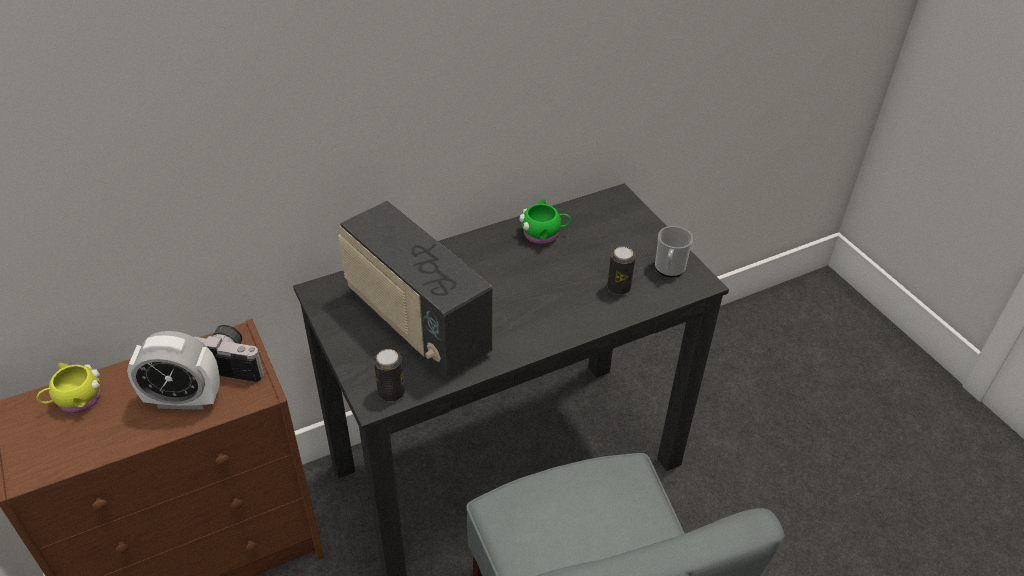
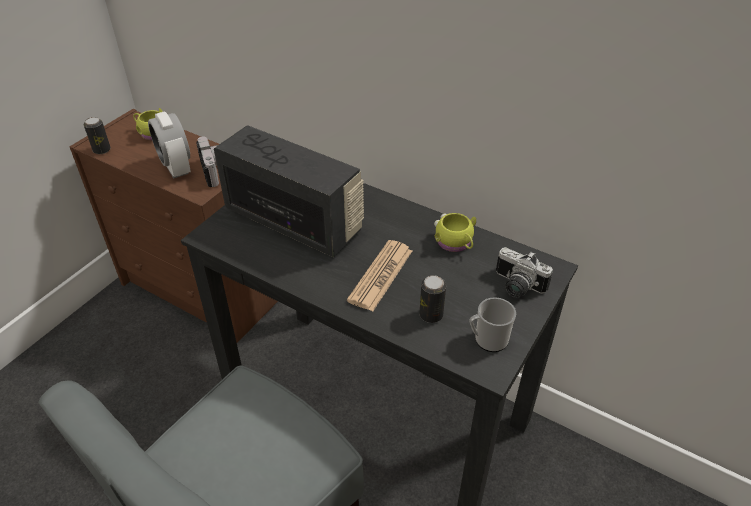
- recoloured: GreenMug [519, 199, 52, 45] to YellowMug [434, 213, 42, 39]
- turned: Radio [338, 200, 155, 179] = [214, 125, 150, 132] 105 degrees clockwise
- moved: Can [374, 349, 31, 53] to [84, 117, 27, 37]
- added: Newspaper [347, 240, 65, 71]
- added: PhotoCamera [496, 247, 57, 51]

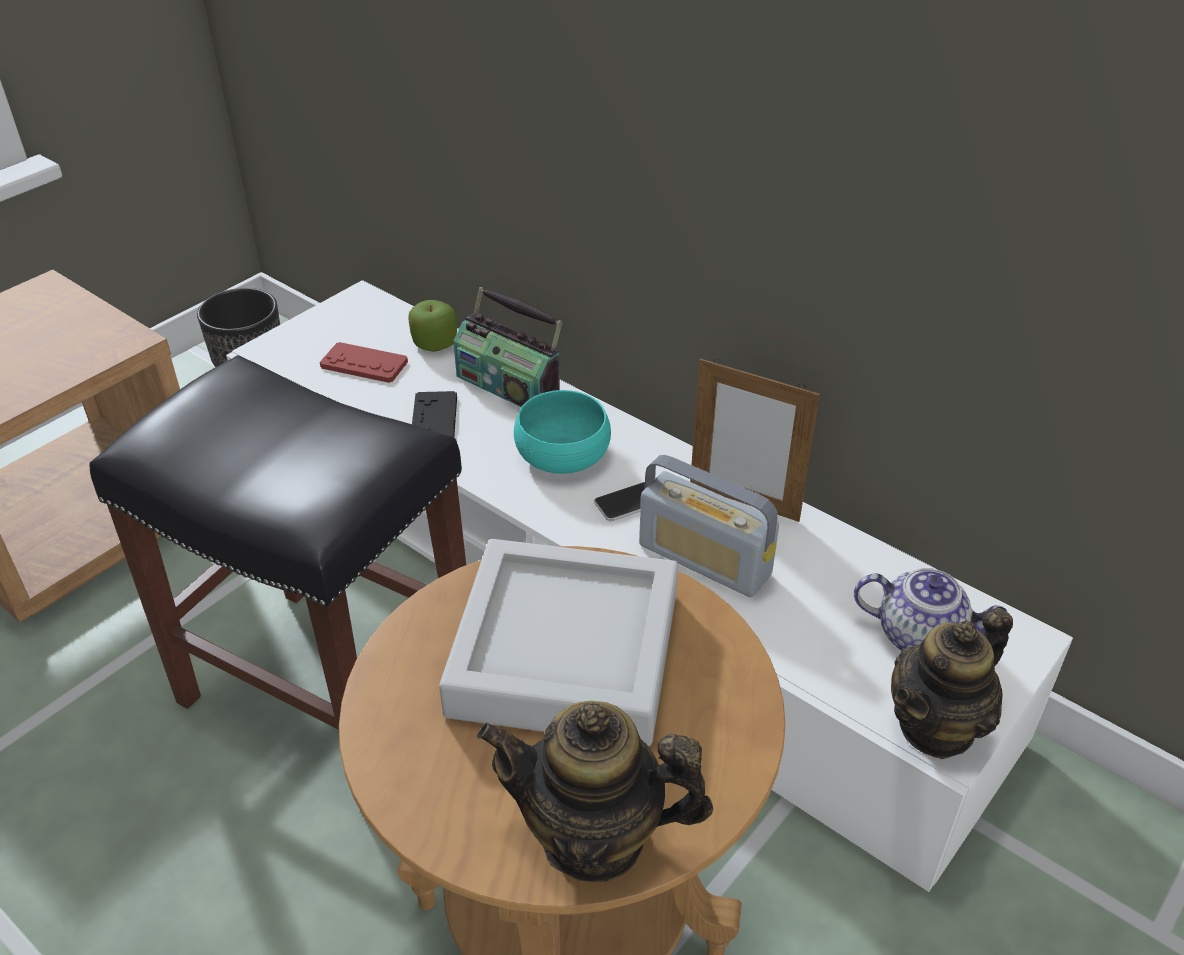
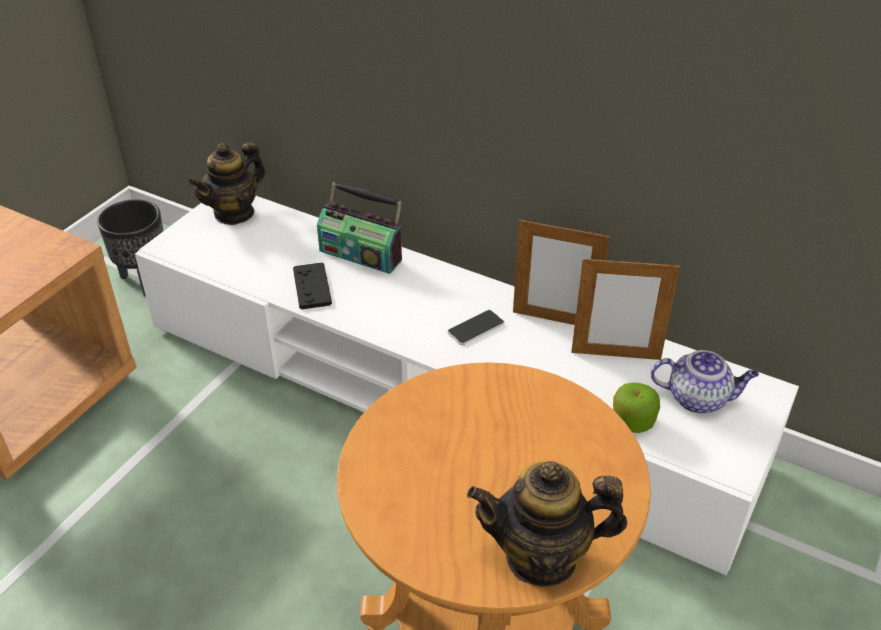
- moved: Apple [408, 300, 49, 52] to [613, 382, 47, 51]
- removed: RedGameController [320, 342, 88, 41]
- removed: BlackStool [89, 355, 377, 377]
- removed: TurquoiseBowl [514, 390, 97, 84]
- removed: Radio [639, 455, 140, 142]
- removed: GreyTray [439, 539, 239, 207]
- moved: Teapot [891, 607, 122, 152] to [188, 142, 77, 83]
- added: PictureFrame [571, 256, 109, 104]

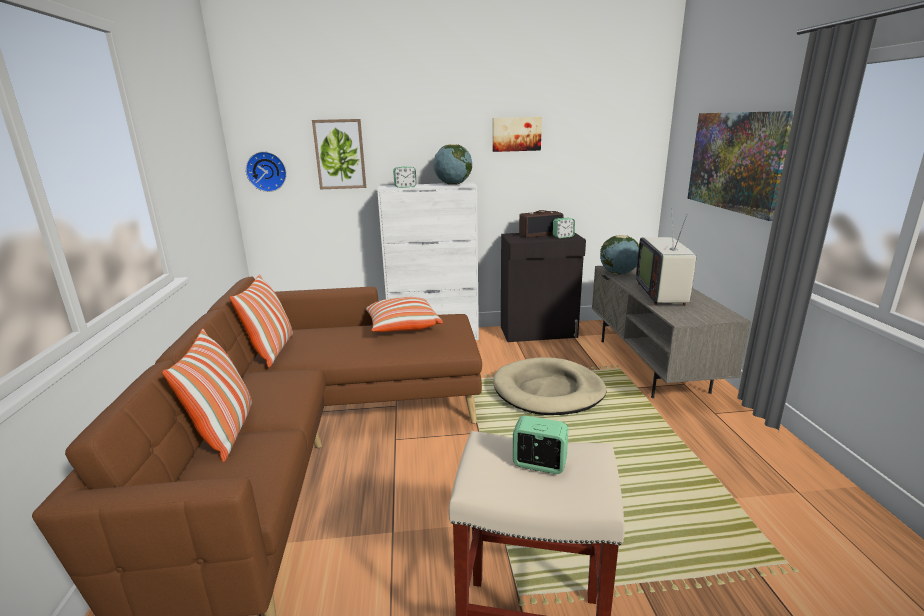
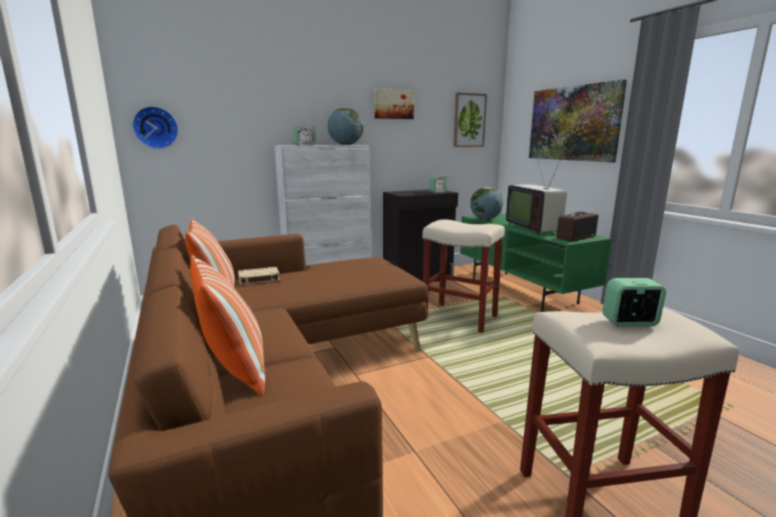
- moved: Picture [312, 119, 54, 70] to [454, 92, 33, 55]
- moved: Radio [519, 210, 44, 28] to [557, 212, 41, 30]
- recoloured: GreyTvStand [592, 266, 159, 132] to GreenTvStand [460, 213, 152, 99]
- removed: Pillow [366, 297, 77, 35]
- replaced: BeigeDogBed [493, 357, 114, 58] to BeigeStool [422, 219, 83, 114]
- added: BeigeBook [238, 267, 42, 18]

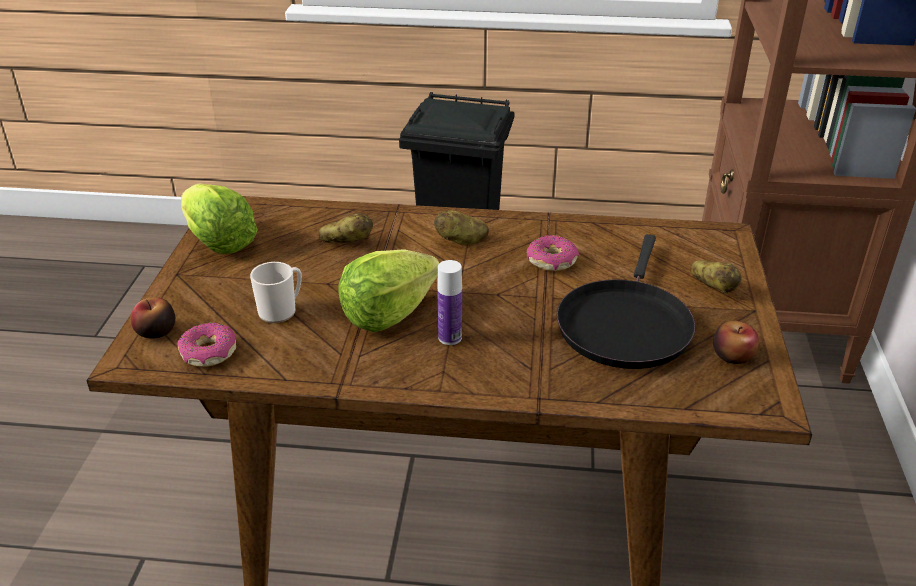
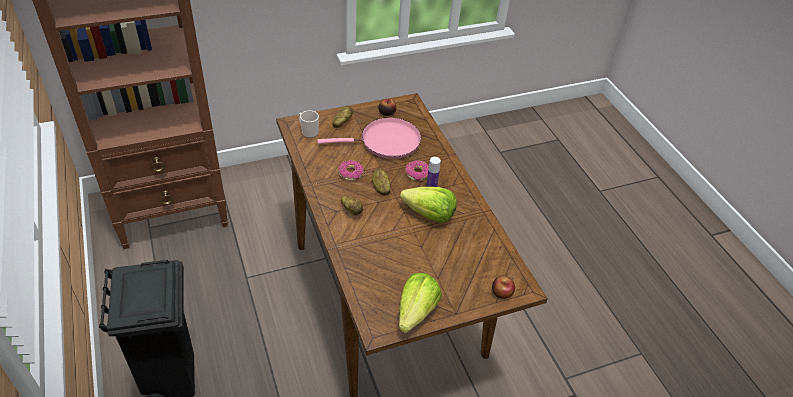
- moved: Potato [319, 213, 54, 30] to [372, 168, 19, 28]
- recoloured: BlackFryingPan [557, 234, 139, 135] to PinkFryingPan [317, 118, 104, 41]
- moved: Mug [250, 262, 52, 61] to [298, 110, 21, 28]
- moved: Donut [177, 323, 59, 44] to [405, 160, 24, 21]

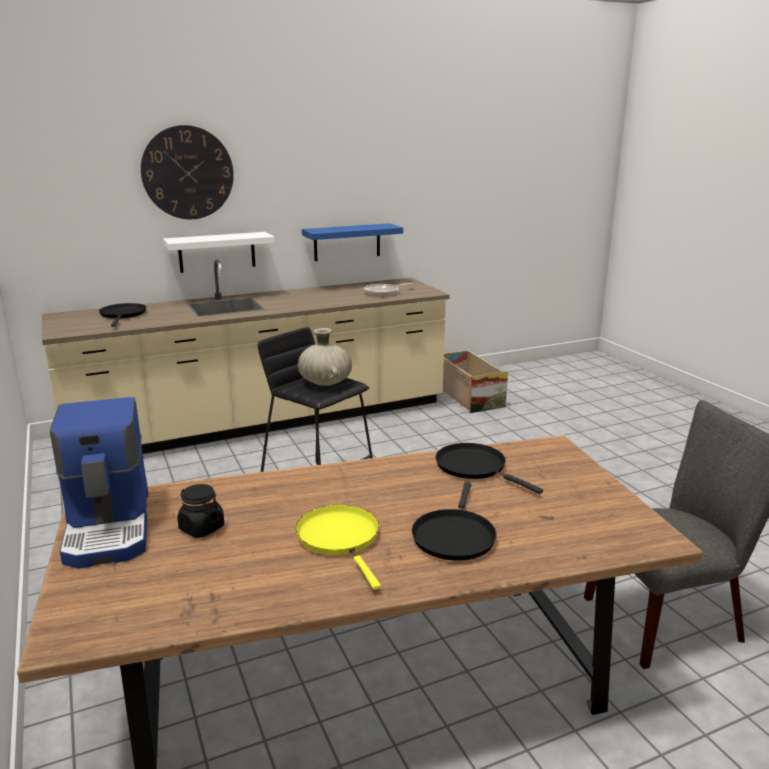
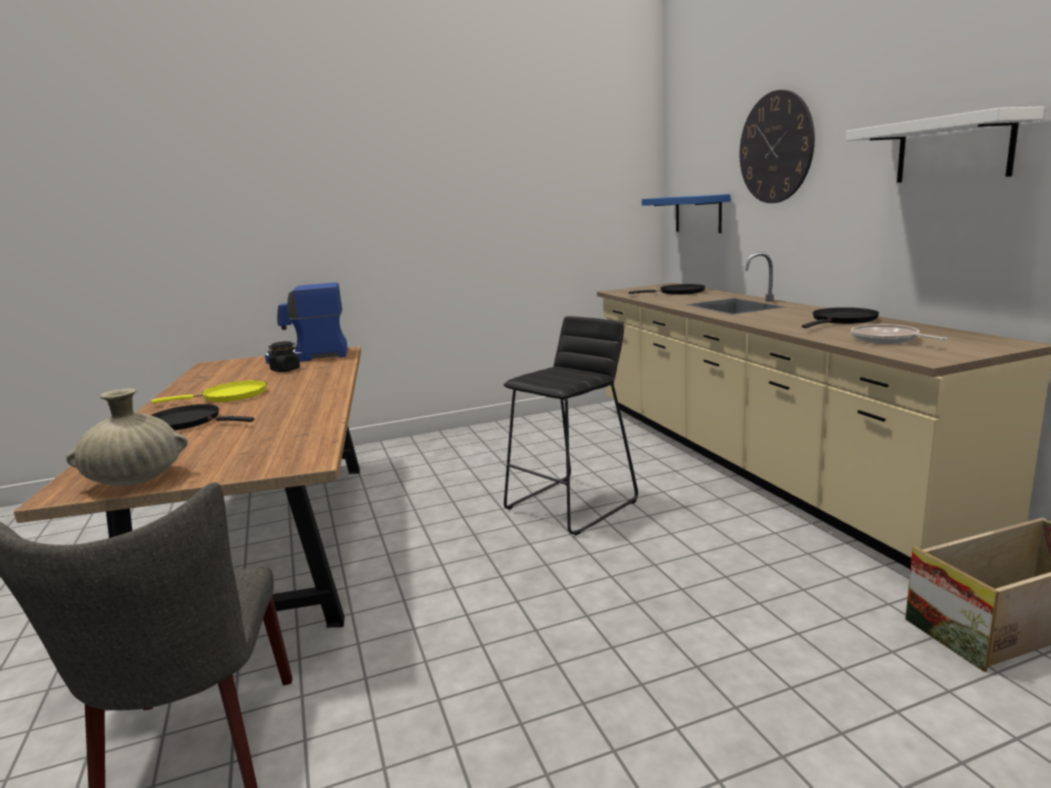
- moved: BlueShelf [302, 223, 101, 38] to [642, 194, 89, 39]
- moved: WhiteShelf [163, 232, 112, 41] to [846, 106, 199, 77]
- moved: BeigeVase [298, 328, 54, 58] to [66, 389, 122, 97]
- moved: BlackFryingPan [436, 443, 107, 51] to [802, 307, 77, 21]

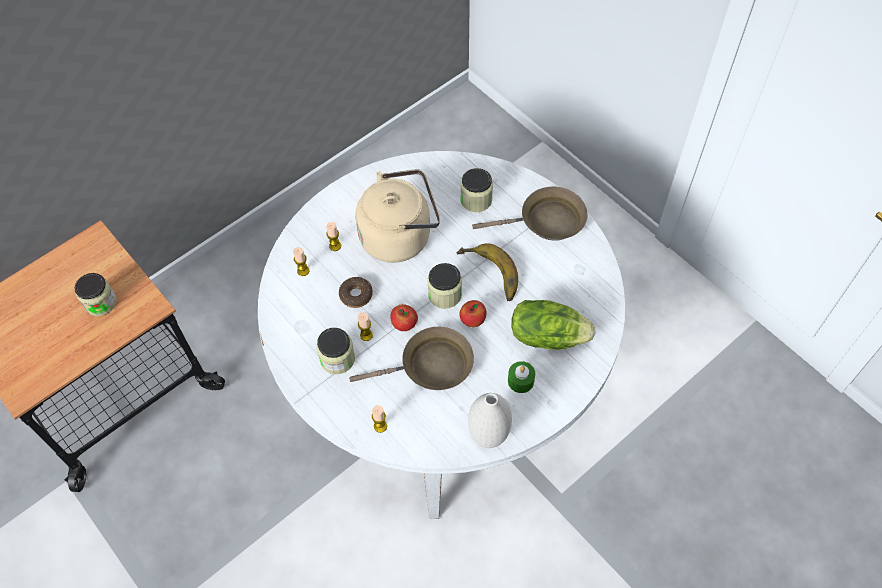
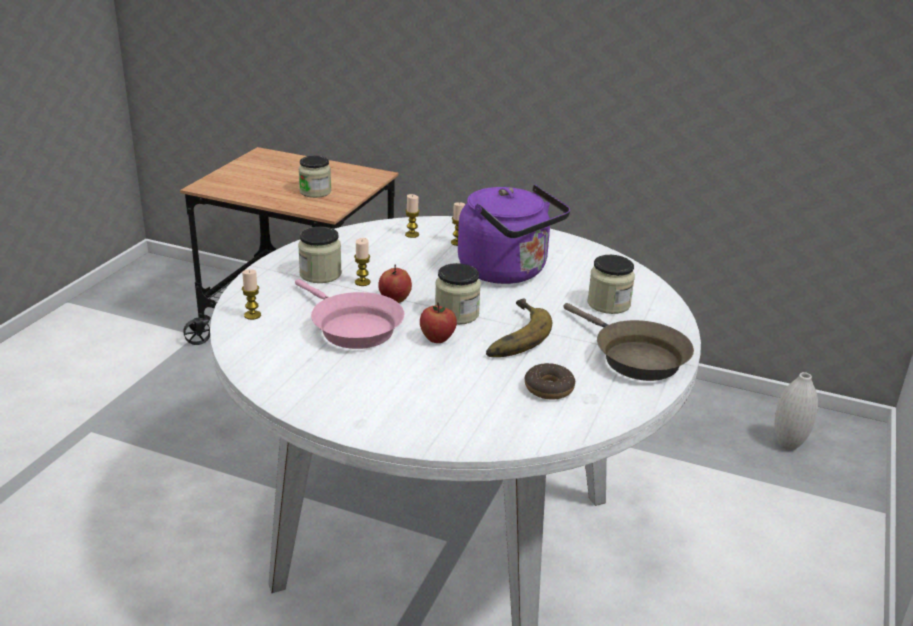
- recoloured: BeigeKettle [355, 169, 85, 94] to PurpleKettle [458, 185, 112, 99]
- moved: Donut [339, 277, 34, 31] to [524, 363, 51, 37]
- removed: Lettuce [511, 300, 85, 50]
- recoloured: BrownFryingPan [349, 327, 125, 63] to PinkFryingPan [295, 279, 109, 70]
- removed: GreenCandle [508, 361, 27, 32]
- moved: WhiteVase [468, 393, 44, 55] to [774, 372, 44, 78]

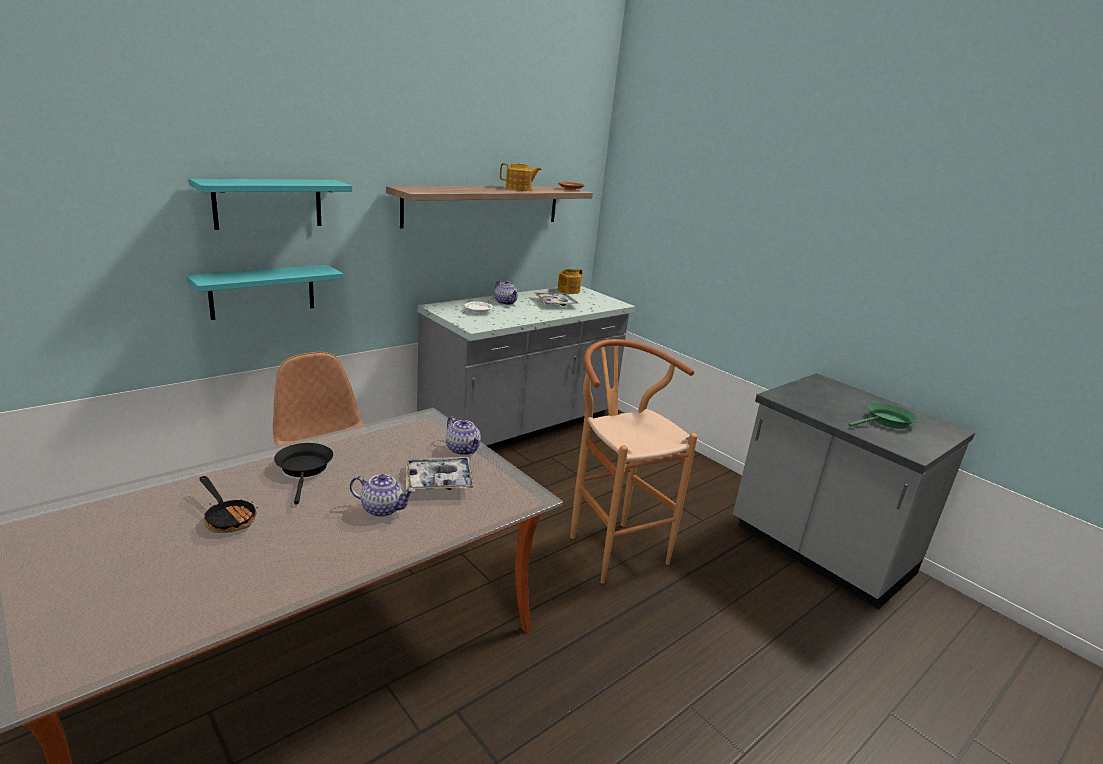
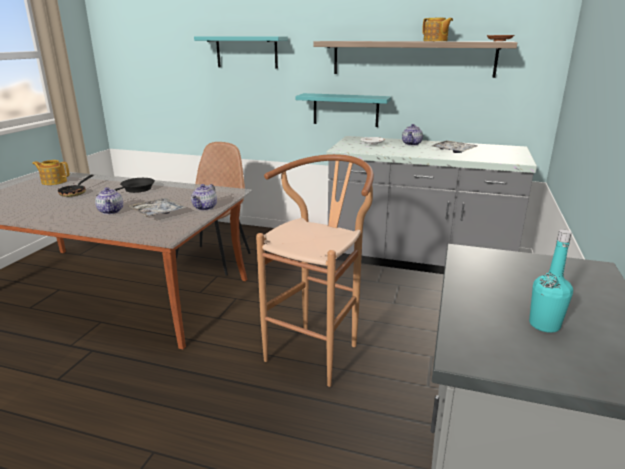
- moved: TurquoiseShelf [186, 265, 158, 55] to [295, 93, 96, 34]
- moved: Teapot [558, 269, 24, 25] to [32, 160, 38, 25]
- replaced: GreenFryingPan [848, 402, 70, 27] to TurquoiseBottle [529, 230, 44, 103]

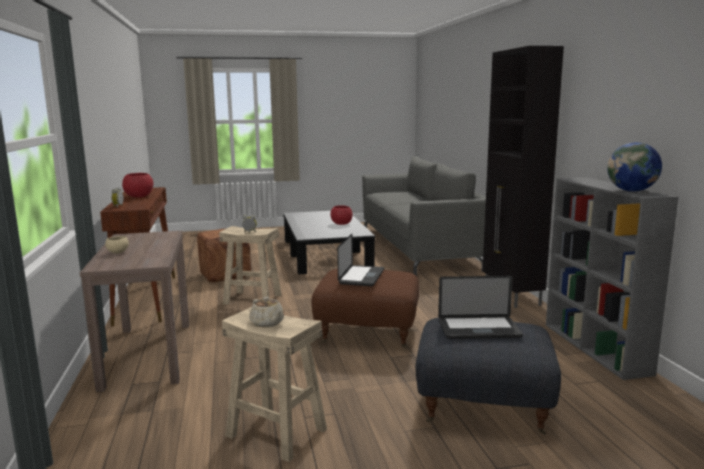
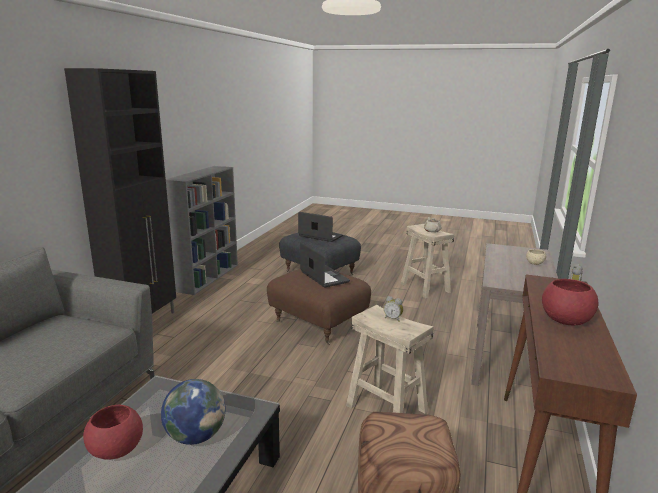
- moved: Globe [607, 142, 55, 50] to [161, 379, 65, 66]
- turned: Laptop [337, 234, 47, 52] = [300, 243, 50, 45] 105 degrees clockwise

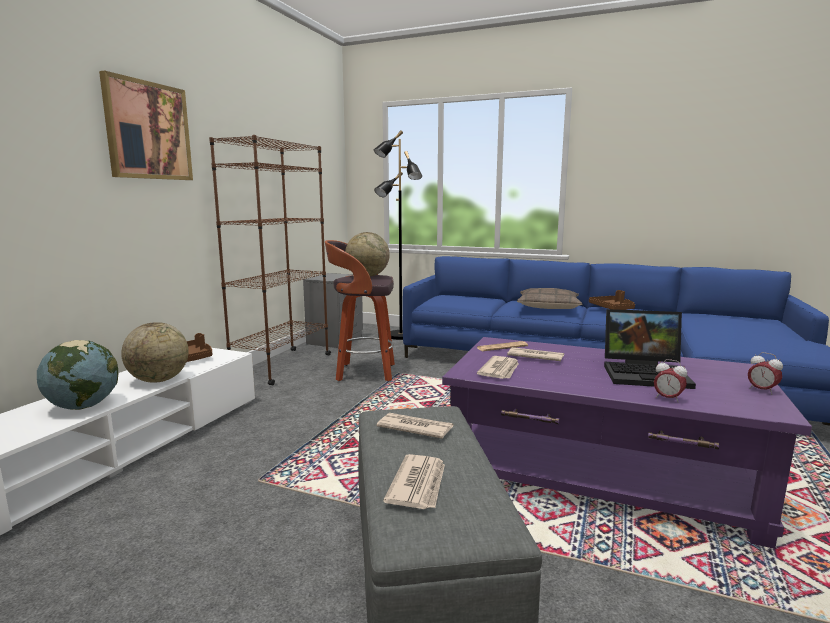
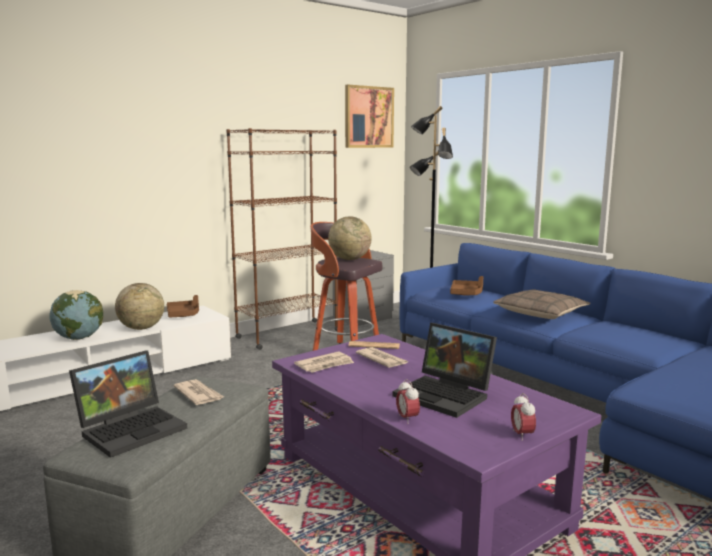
- moved: Picture [99, 70, 94, 110] to [345, 85, 49, 63]
- moved: BrownTray [589, 290, 46, 20] to [450, 276, 33, 20]
- replaced: Newspaper [383, 454, 62, 55] to Laptop [69, 350, 118, 108]

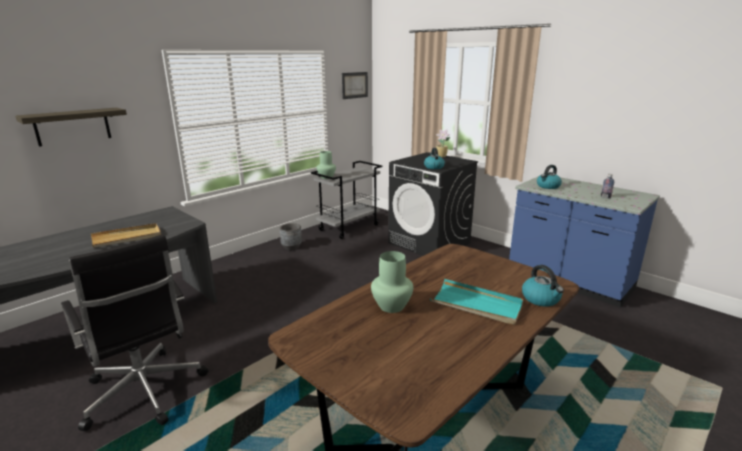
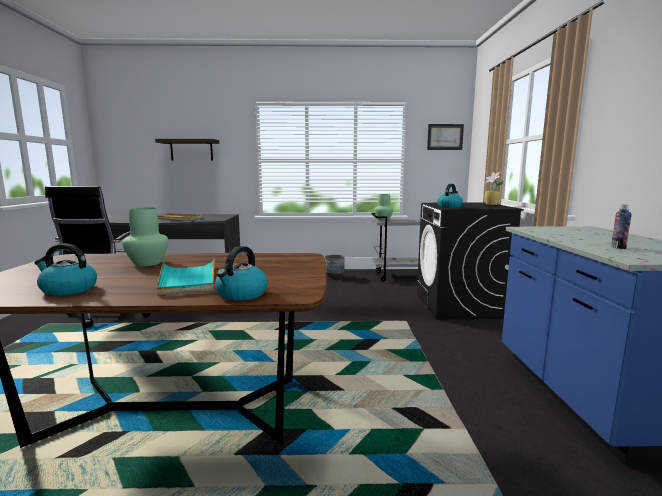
- moved: Kettle [537, 165, 25, 24] to [35, 244, 62, 52]

